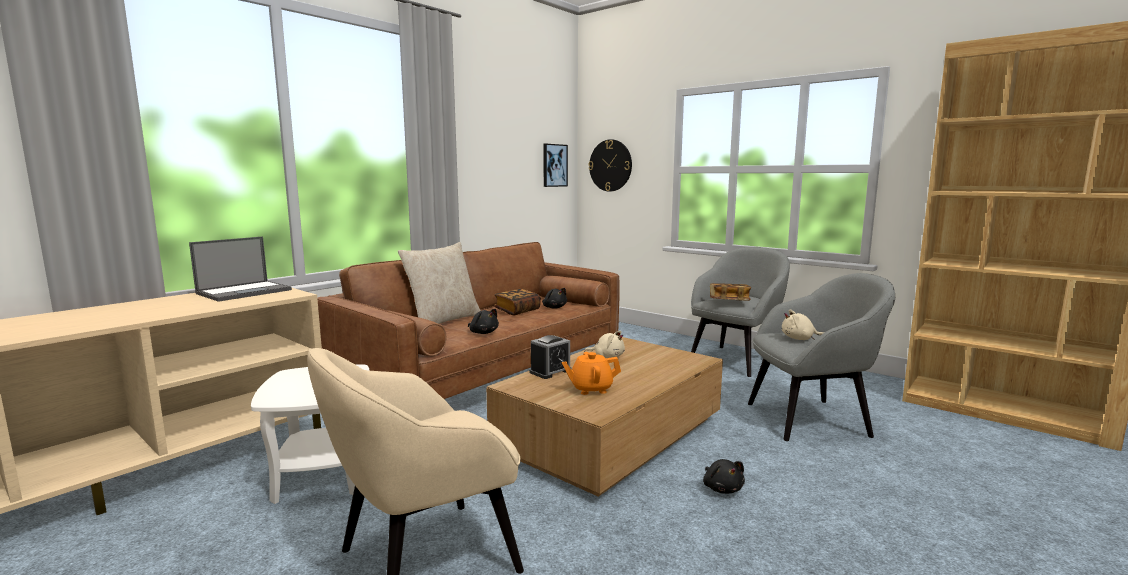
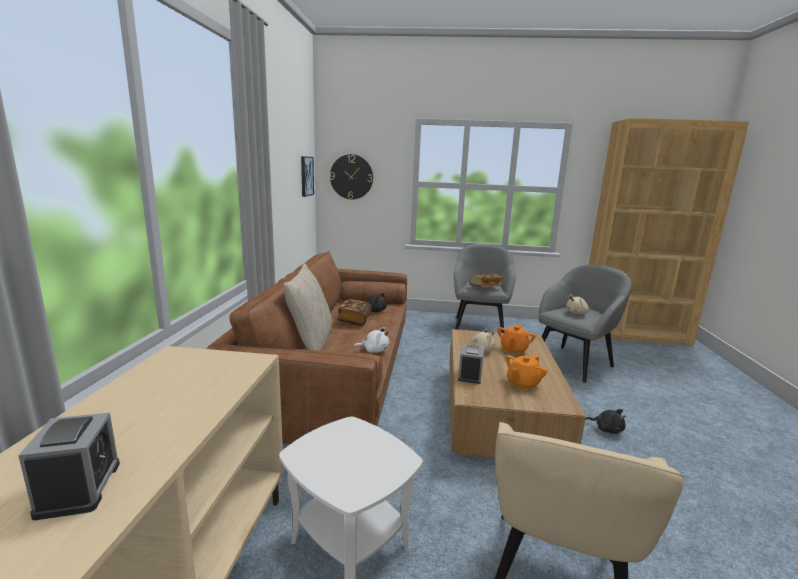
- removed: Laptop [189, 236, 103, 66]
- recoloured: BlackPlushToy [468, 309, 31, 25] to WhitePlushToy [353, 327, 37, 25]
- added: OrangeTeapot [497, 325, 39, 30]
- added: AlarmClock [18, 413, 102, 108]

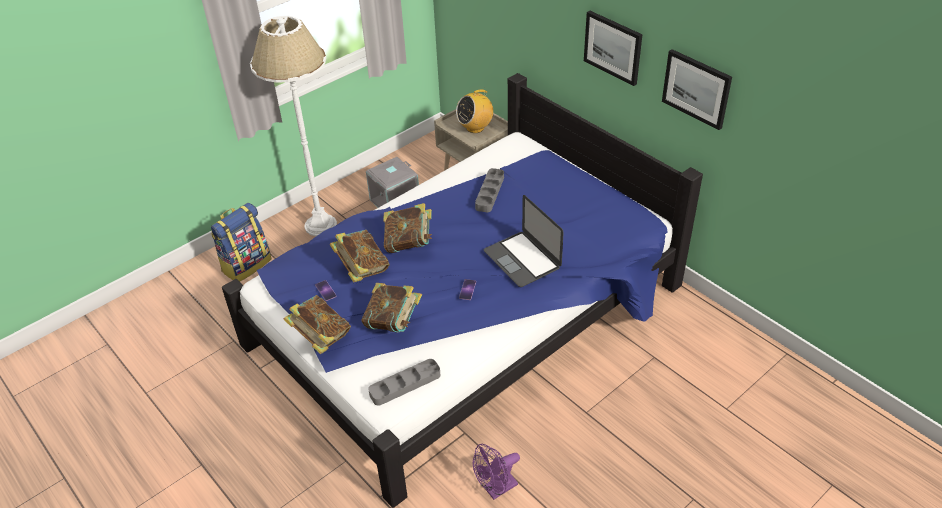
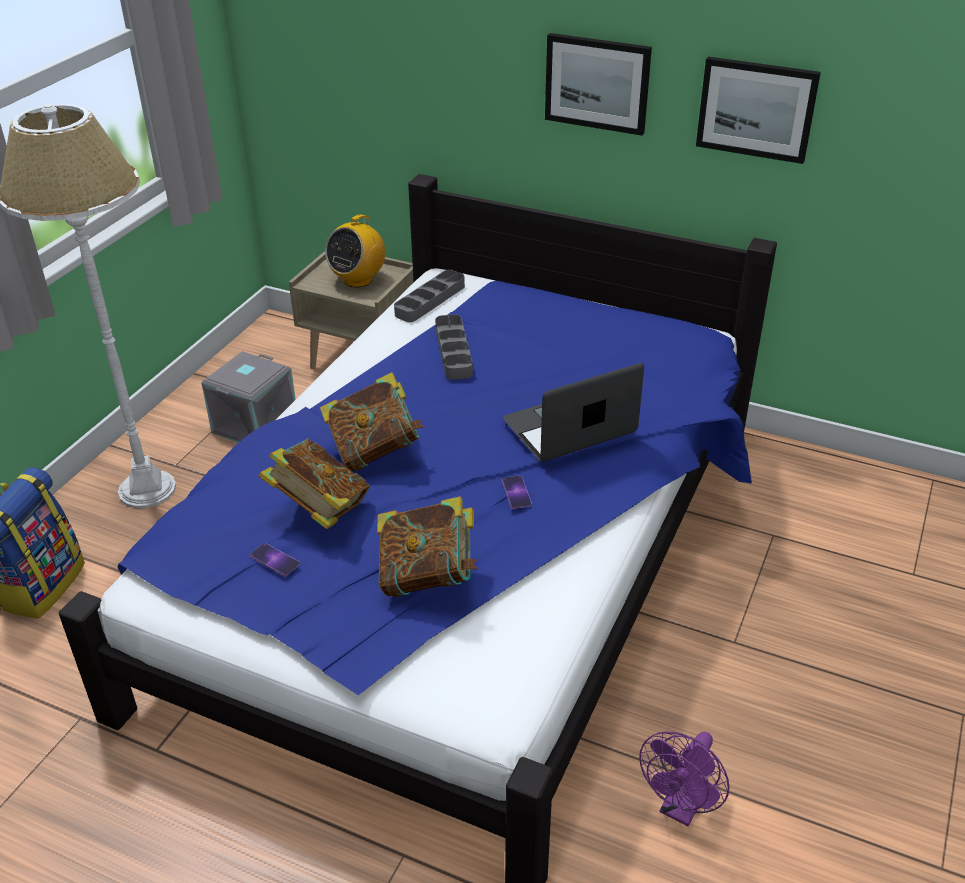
- turned: Laptop [484, 195, 80, 92] = [503, 363, 141, 99] 120 degrees clockwise
- removed: Book [283, 295, 68, 59]
- moved: GreyTray [368, 359, 72, 47] to [394, 270, 71, 52]

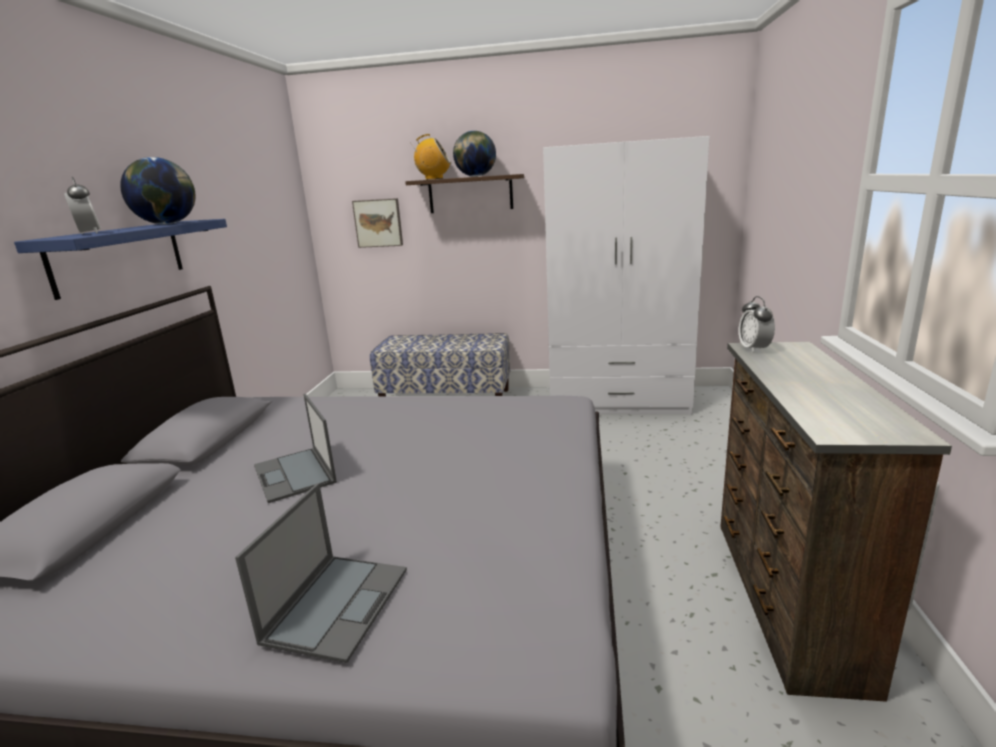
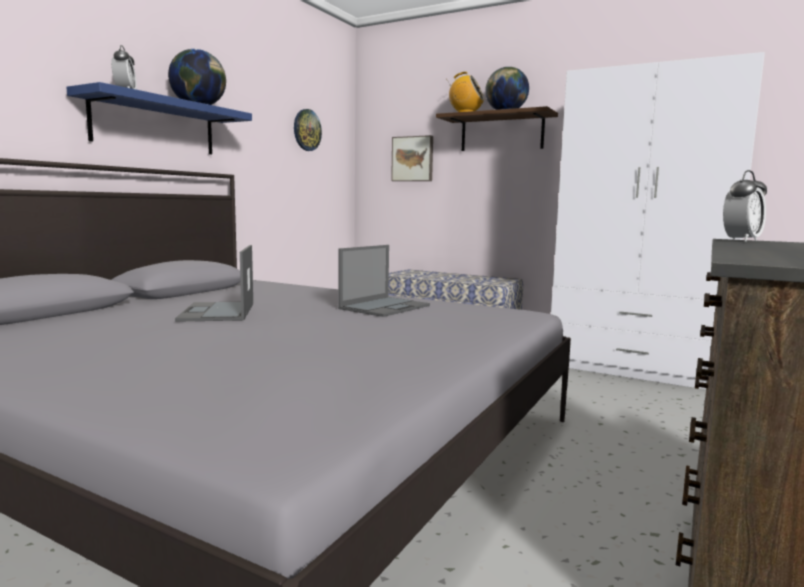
- turned: AlarmClock [739, 296, 36, 57] = [723, 170, 44, 72] 150 degrees counterclockwise
- moved: Laptop [235, 483, 172, 180] to [338, 245, 92, 72]
- added: WallClock [294, 109, 28, 42]

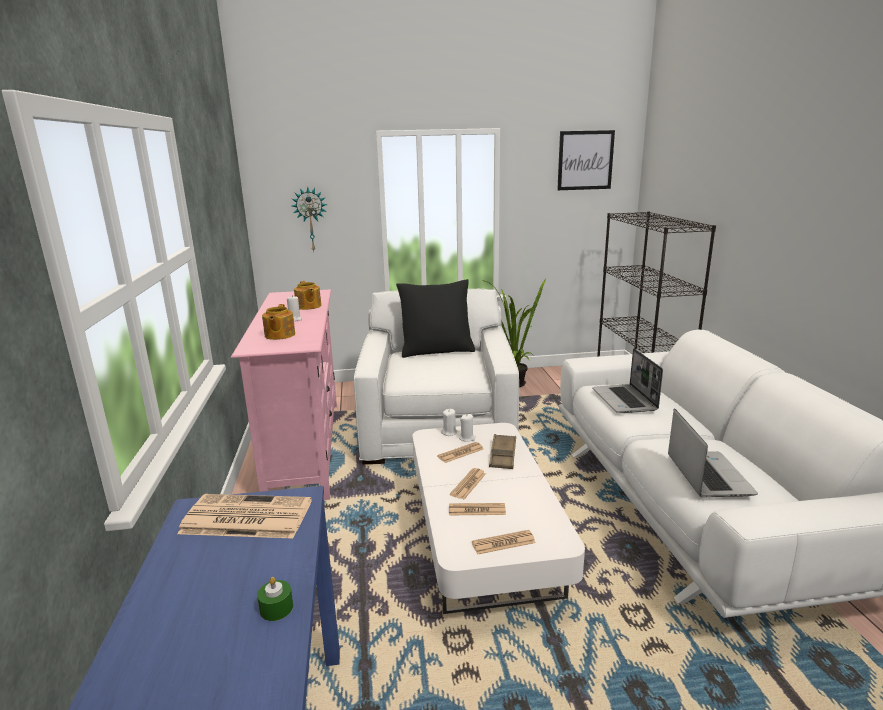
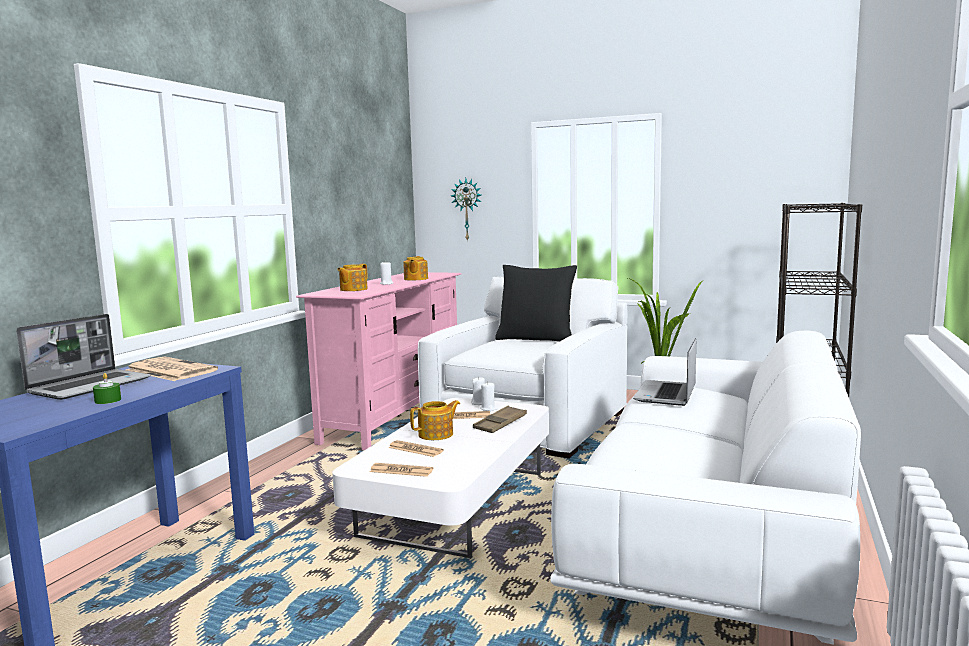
- removed: Picture [557, 130, 58, 60]
- moved: Laptop [668, 409, 90, 88] to [16, 314, 135, 86]
- replaced: Newspaper [450, 468, 36, 31] to Teapot [410, 400, 50, 40]

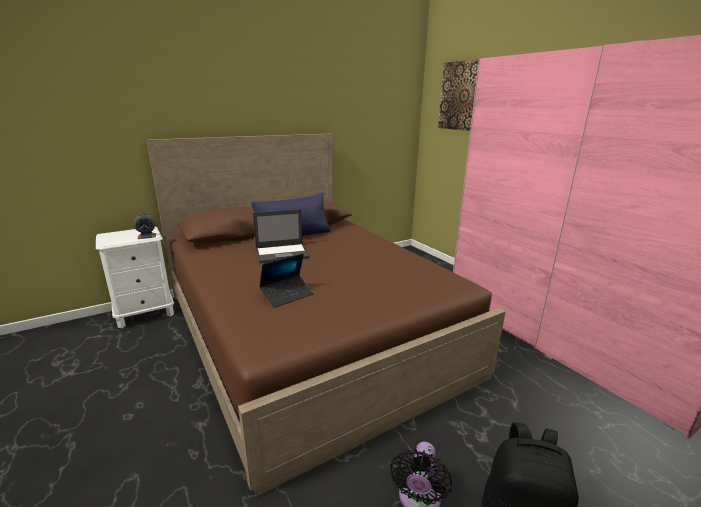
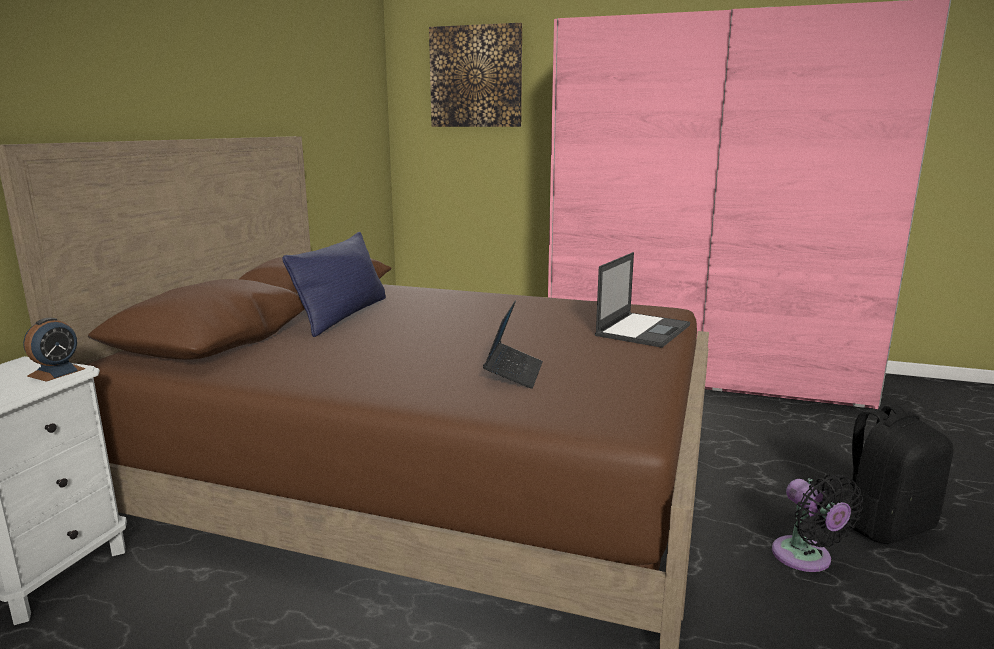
- moved: Laptop [253, 210, 57, 53] to [595, 252, 95, 96]

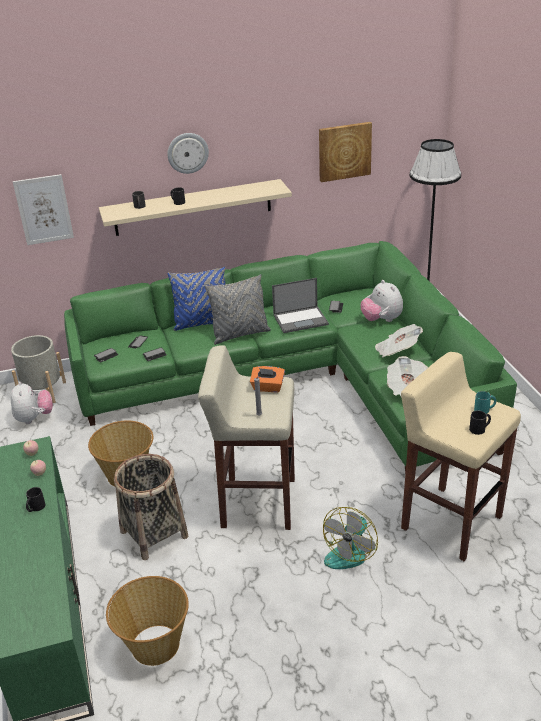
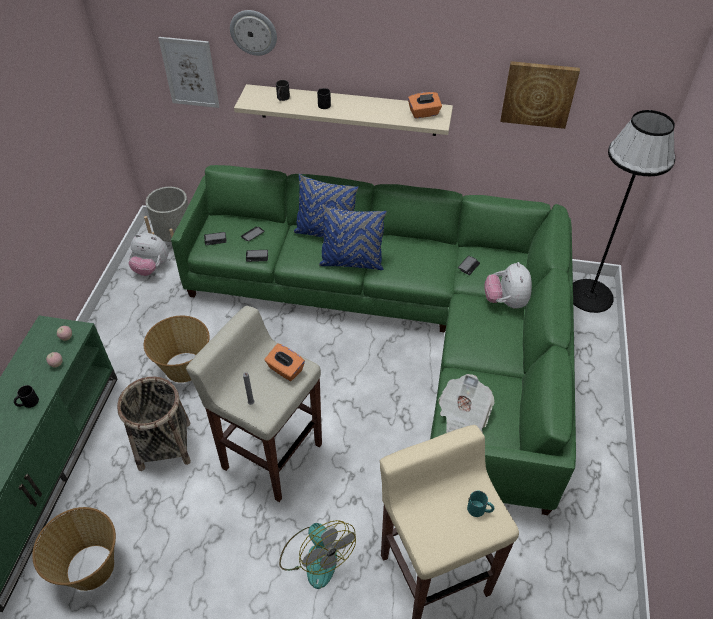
- moved: WallClock [167, 133, 42, 41] to [230, 10, 47, 46]
- recoloured: GreyPillow [205, 274, 66, 71] to BluePillow [319, 205, 68, 65]
- removed: Laptop [272, 278, 57, 55]
- removed: Newspaper [375, 324, 48, 33]
- turned: PlushToy [11, 381, 42, 43] = [128, 233, 40, 43] 90 degrees clockwise
- removed: BlackMug [469, 411, 22, 24]
- turned: Fan [323, 507, 55, 62] = [279, 520, 77, 69] 90 degrees counterclockwise
- added: OrangeTissueBox [408, 92, 34, 27]

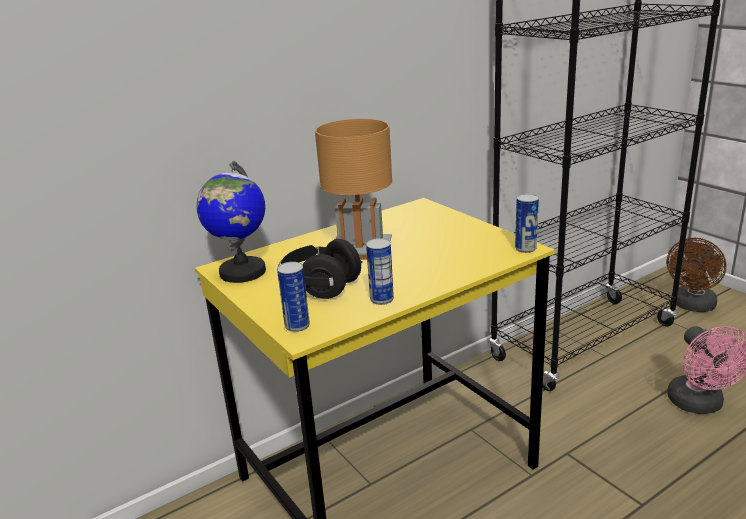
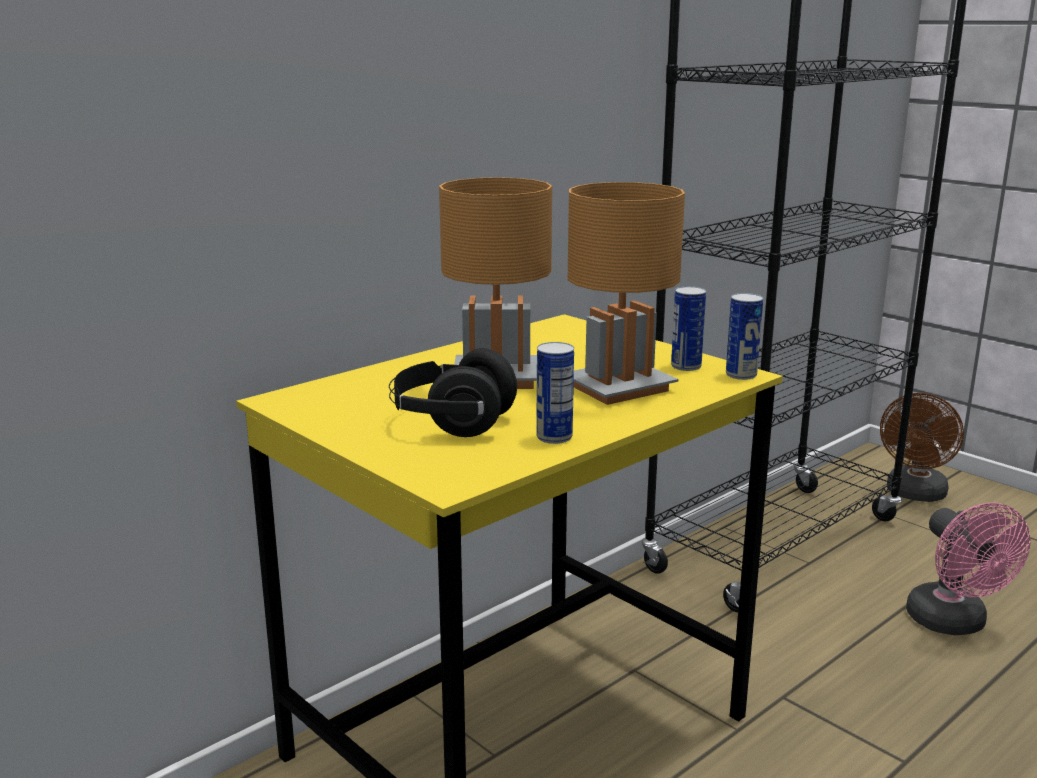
- removed: Globe [196, 161, 70, 122]
- moved: Can [277, 262, 33, 70] to [671, 286, 35, 85]
- added: BrownTableLamp [568, 182, 117, 223]

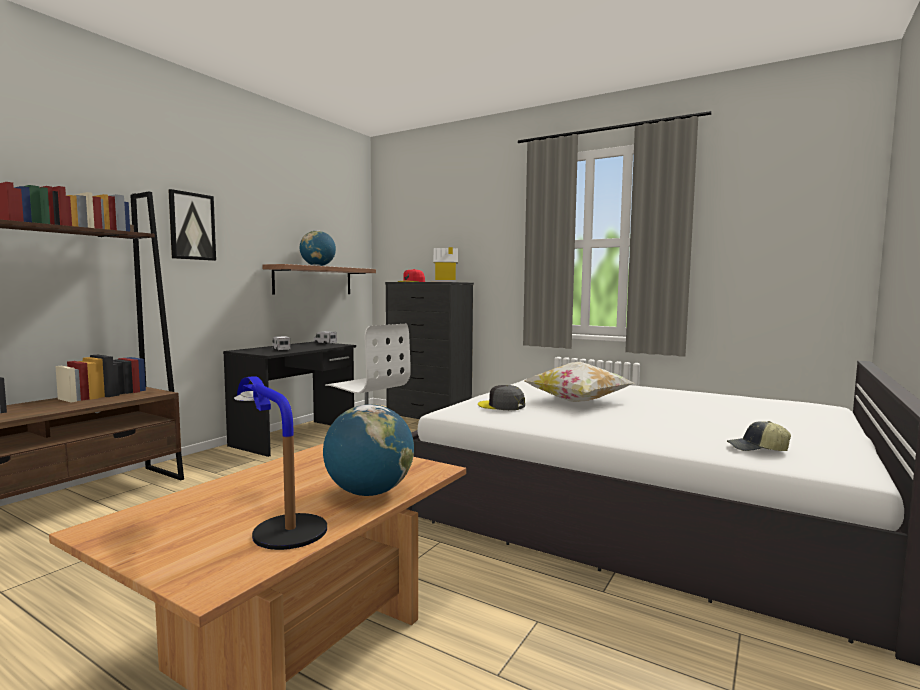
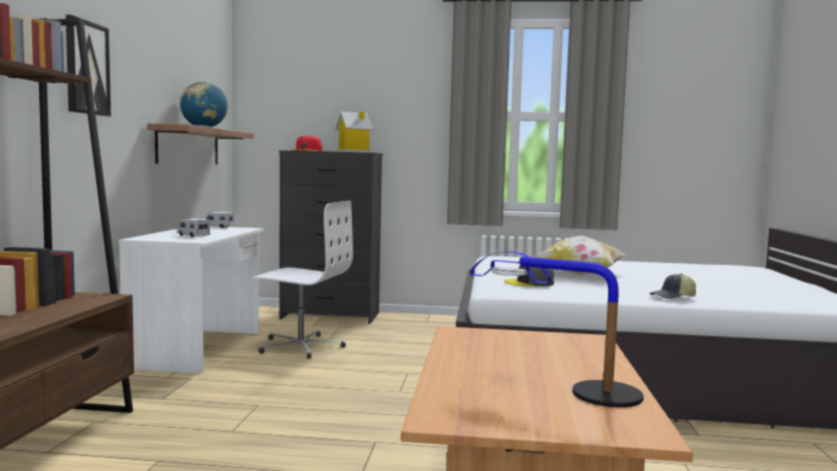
- recoloured: BlackDesk [223, 342, 133, 115] to WhiteDesk [119, 226, 144, 148]
- removed: Globe [323, 404, 91, 92]
- moved: Cap [727, 421, 64, 30] to [650, 273, 46, 26]

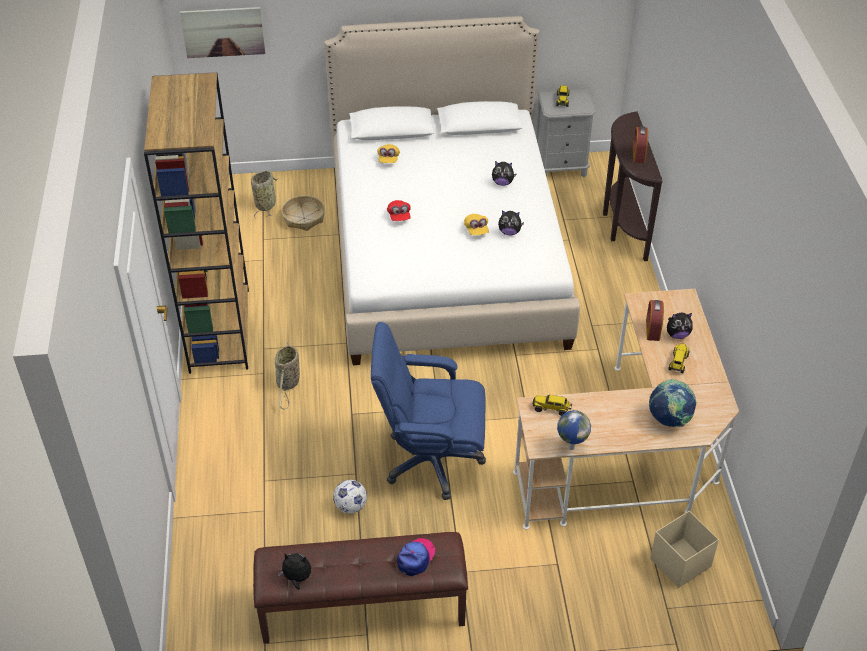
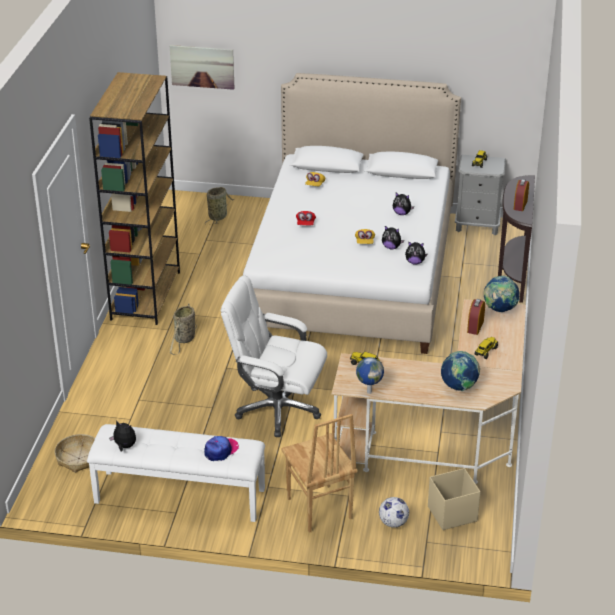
- moved: Basket [282, 196, 43, 35] to [55, 434, 40, 39]
- moved: PlushToy [667, 313, 25, 26] to [405, 242, 23, 23]
- recoloured: BlueOfficeChair [371, 322, 115, 178] to WhiteOfficeChair [221, 275, 106, 162]
- moved: Football [333, 480, 34, 34] to [379, 497, 30, 31]
- recoloured: BrownBench [253, 532, 215, 112] to WhiteBench [87, 424, 178, 98]
- added: Globe [484, 276, 36, 36]
- added: BrownChair [282, 414, 76, 119]

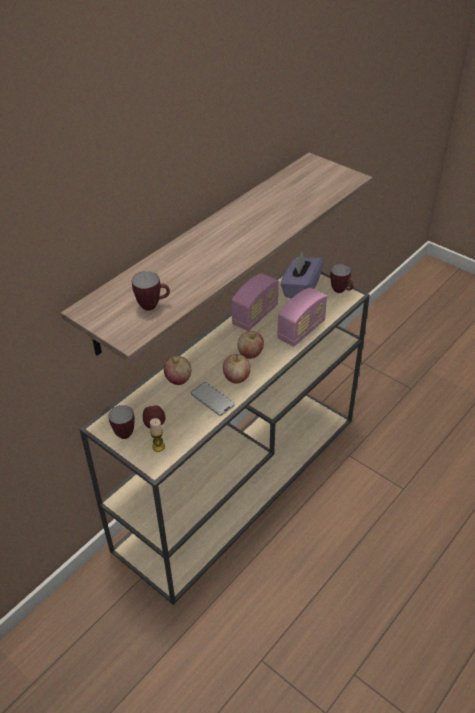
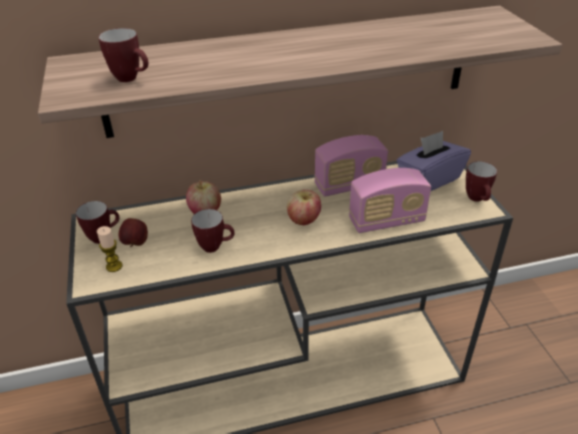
- removed: Apple [223, 354, 28, 30]
- replaced: Phone [191, 382, 44, 34] to Mug [191, 209, 43, 44]

